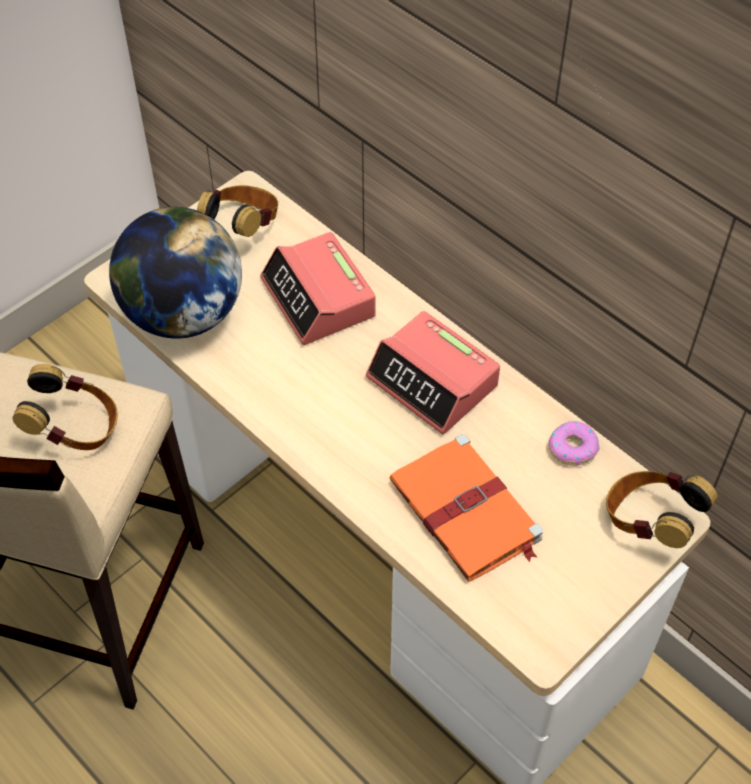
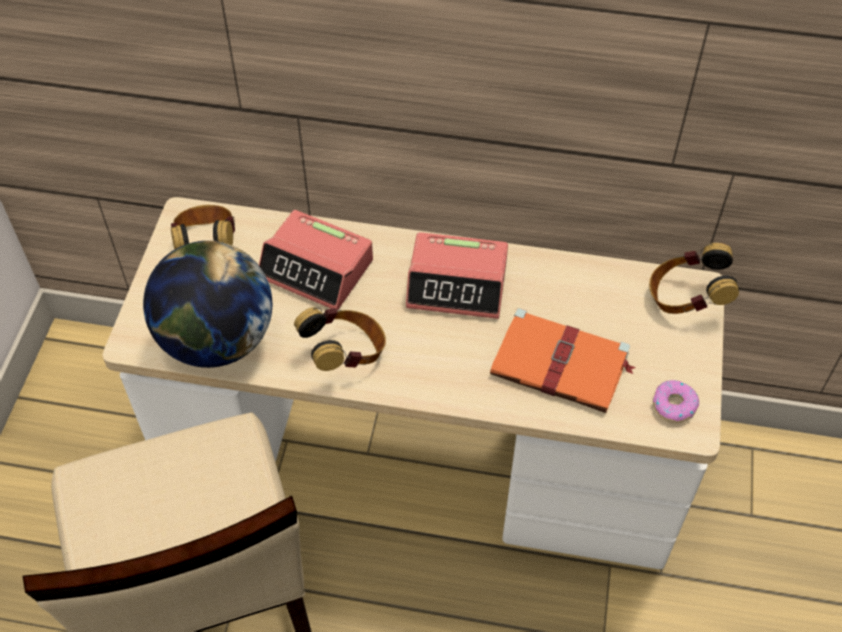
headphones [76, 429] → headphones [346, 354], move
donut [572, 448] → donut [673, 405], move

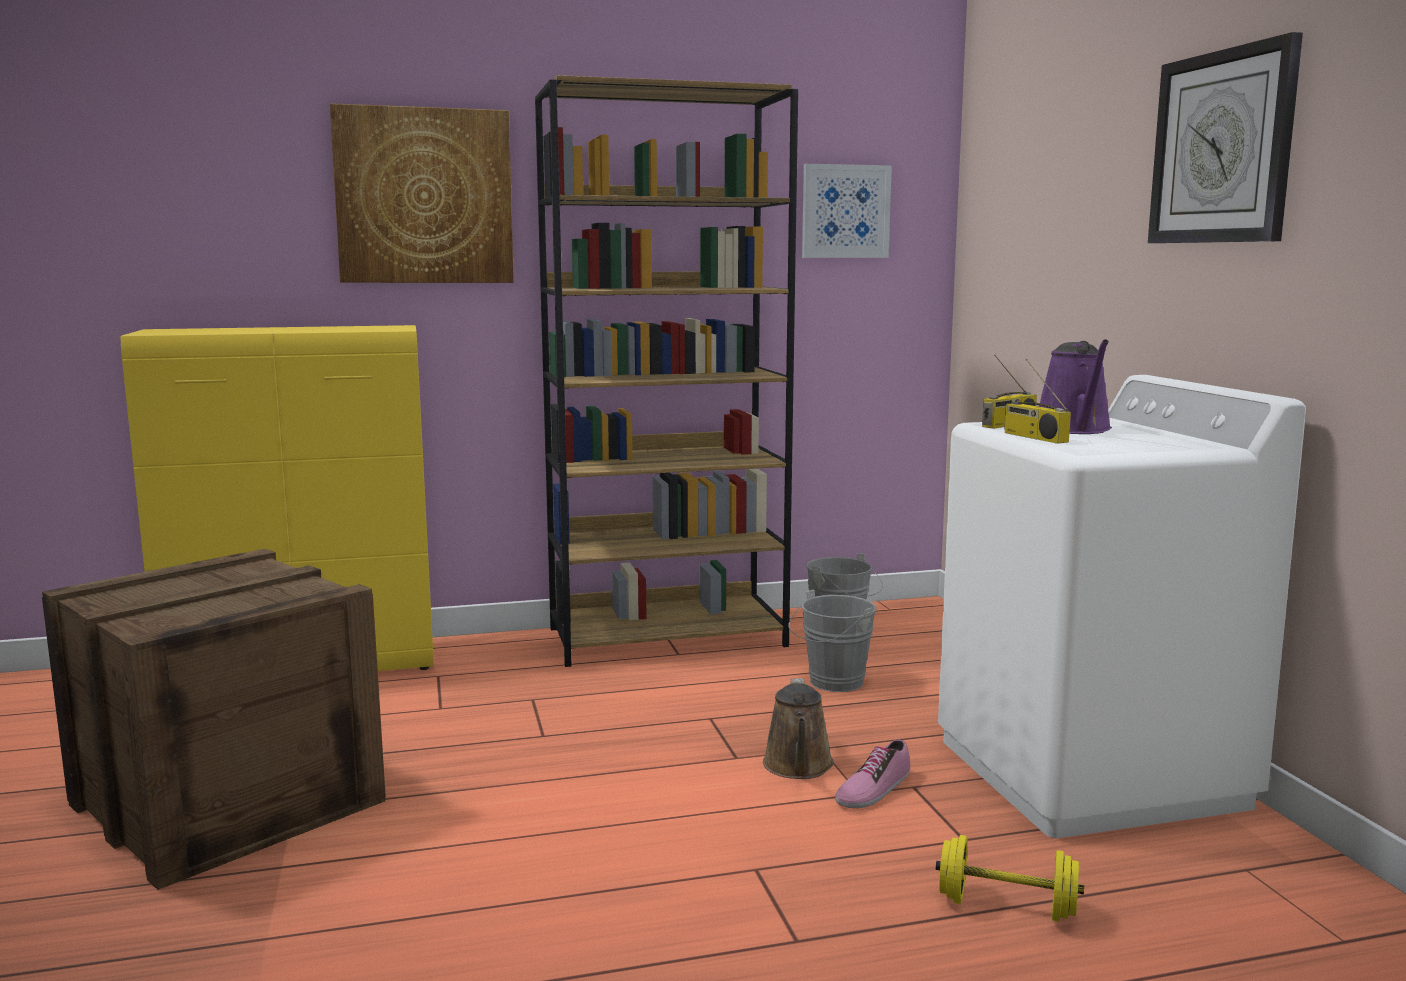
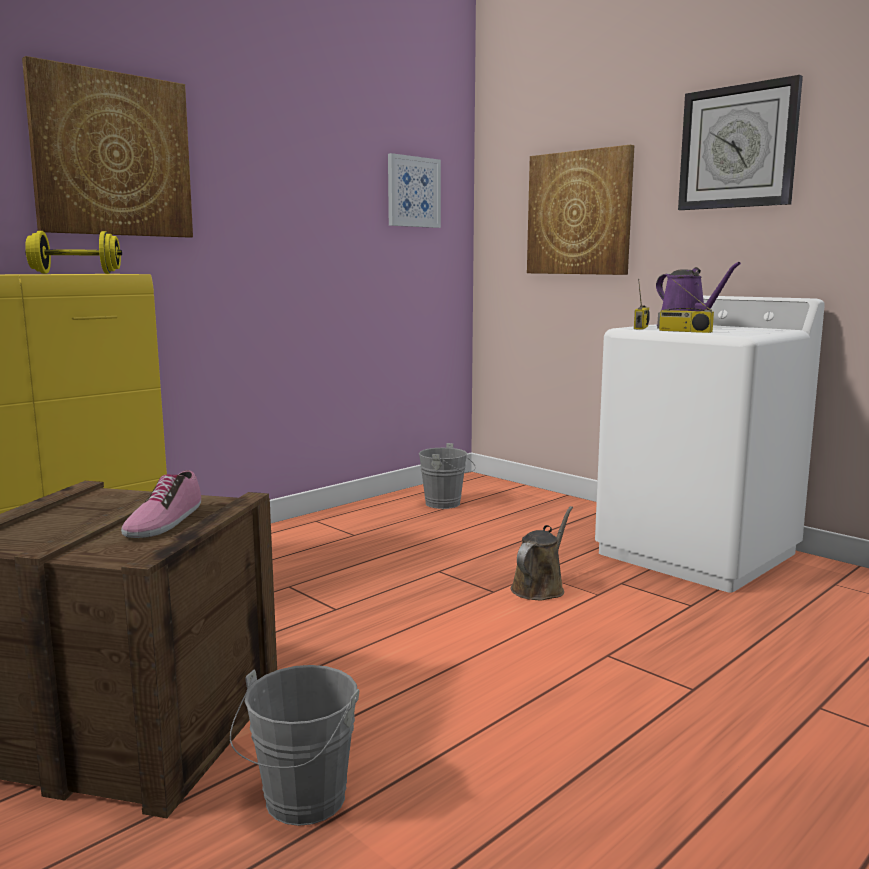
bookcase/brown [668, 637] → -
bucket/grey [832, 683] → bucket/grey [300, 805], move
watering can/brown [798, 767] → watering can/brown [540, 588], 120 degrees counterclockwise
shoe [873, 789] → shoe [164, 521], move
dumbbell/yellow [1006, 907] → dumbbell/yellow [76, 273], move
- → picture [579, 213]

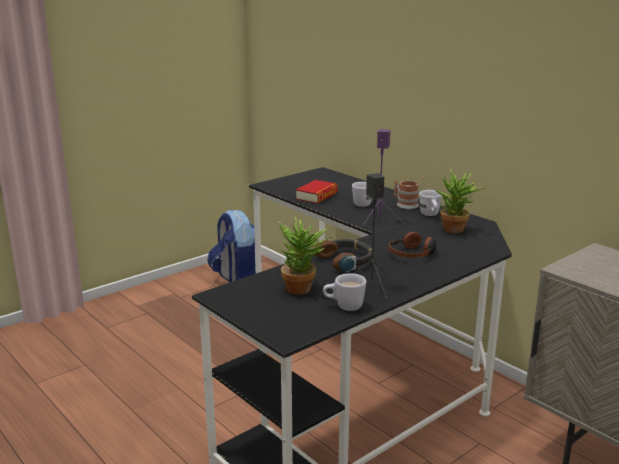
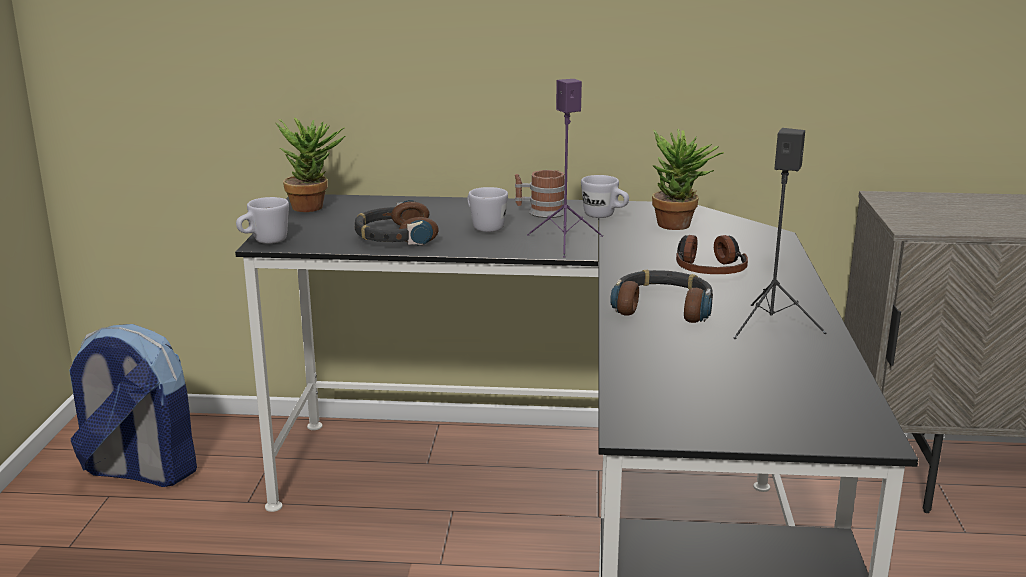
book [316, 196] → headphones [394, 236]
potted plant [303, 290] → potted plant [314, 206], move
mug/white [344, 306] → mug/white [264, 242], move

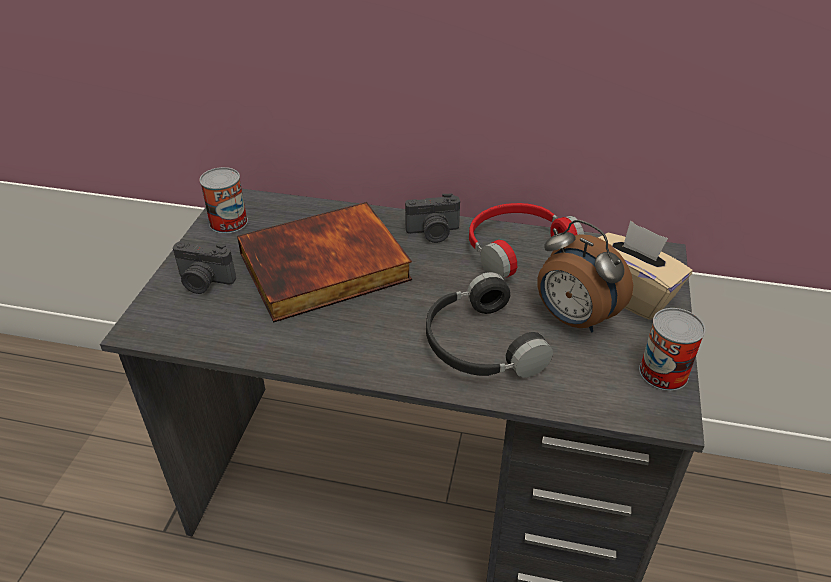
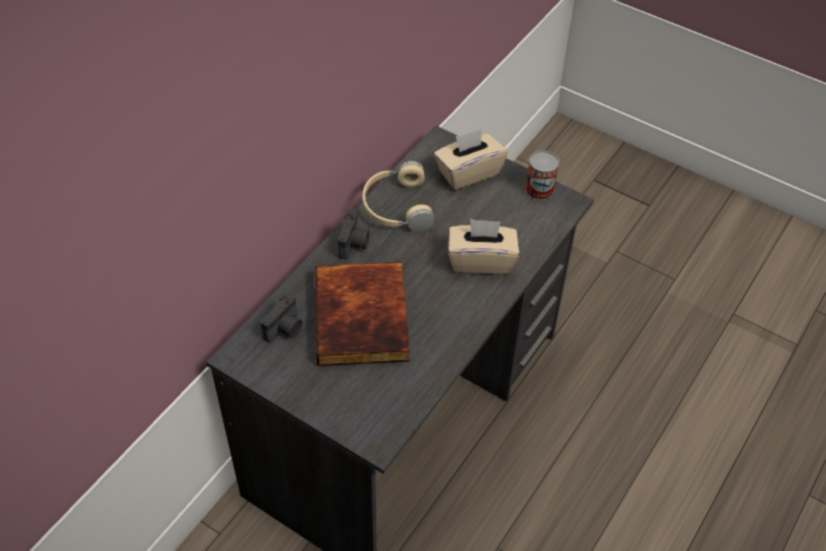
can [228, 222] → -
headphones/red [515, 247] → headphones/beige [395, 207]
alarm clock [573, 319] → -
photo camera [204, 282] → photo camera [285, 329], move
headphones/black [478, 345] → tissue box/beige [481, 261]

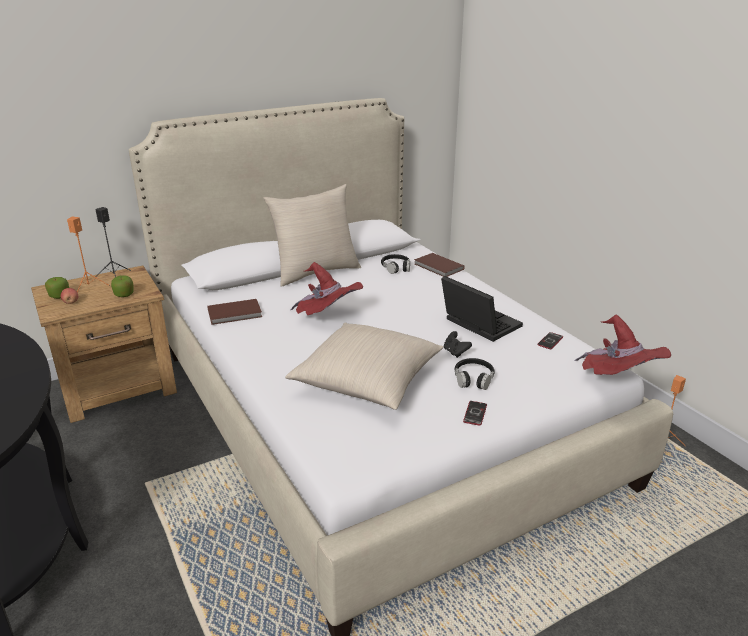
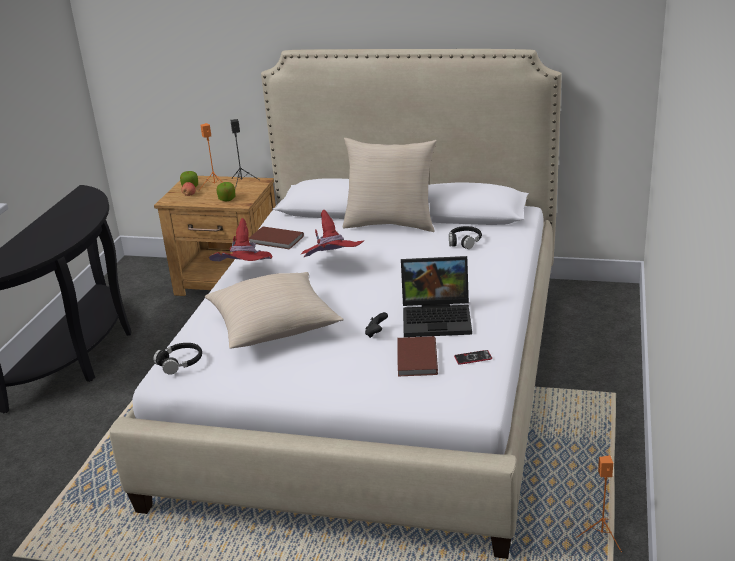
book/brown [438, 267] → book/brown [415, 359], move
laptop [477, 324] → laptop [438, 318], 90 degrees clockwise
hat/red [618, 381] → hat/red [246, 276], move
headphones/black [473, 379] → headphones/black [180, 363], move
phone [475, 413] → -

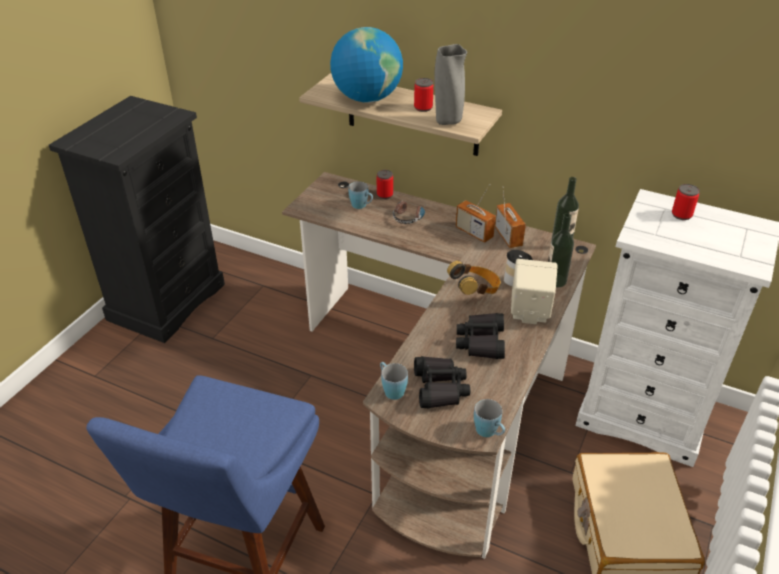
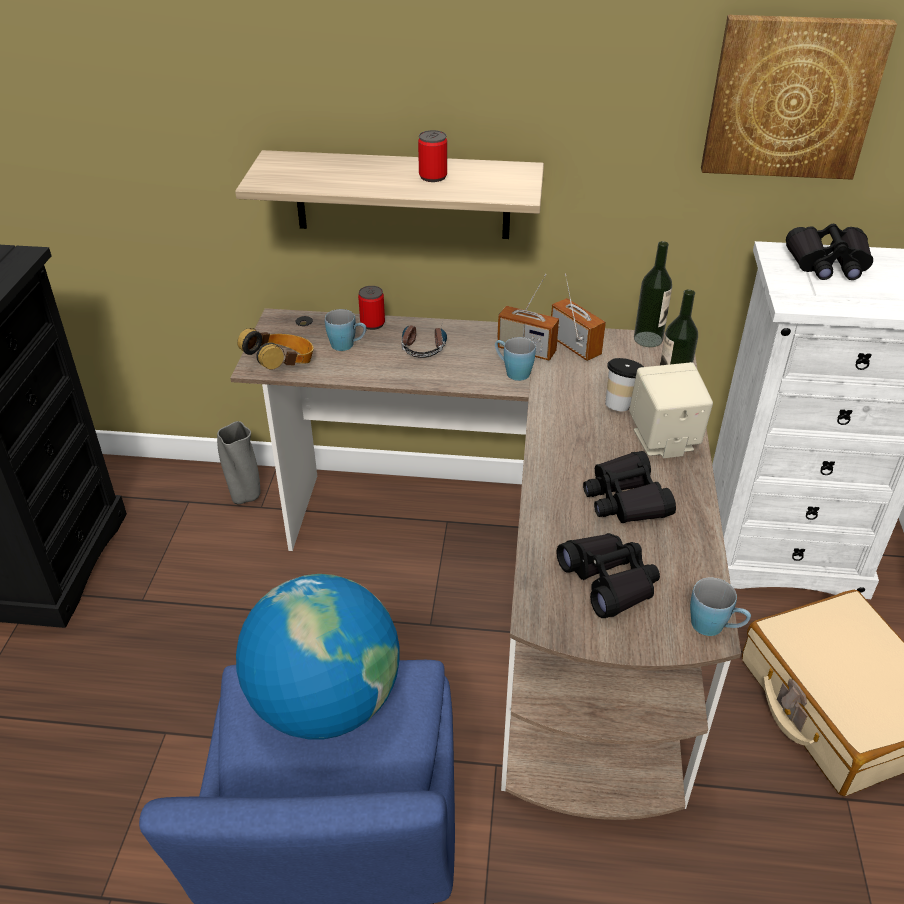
globe [366, 98] → globe [324, 703], move
vase/grey [447, 121] → vase/grey [245, 497], move
can [681, 215] → binoculars/black [828, 264]
headphones [475, 291] → headphones [282, 366], move
mug/blue [391, 389] → mug/blue [512, 372], move
- → picture [791, 97]

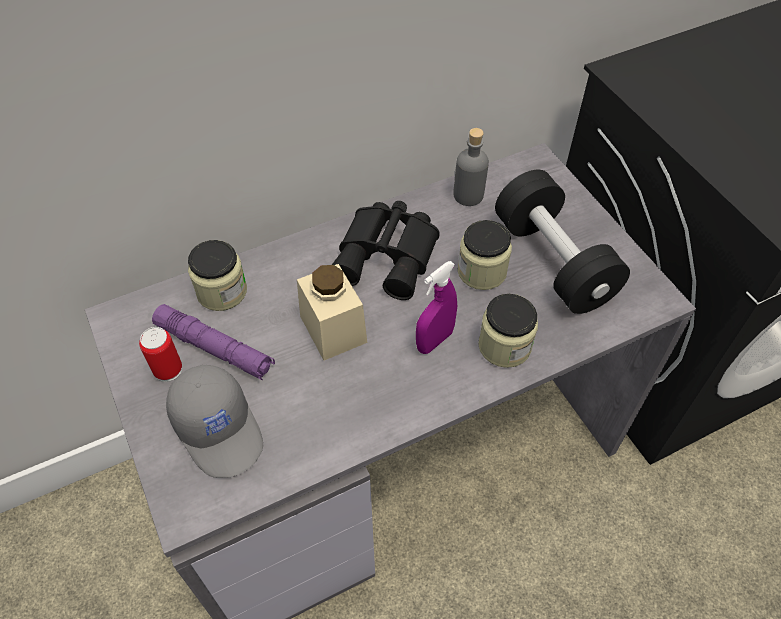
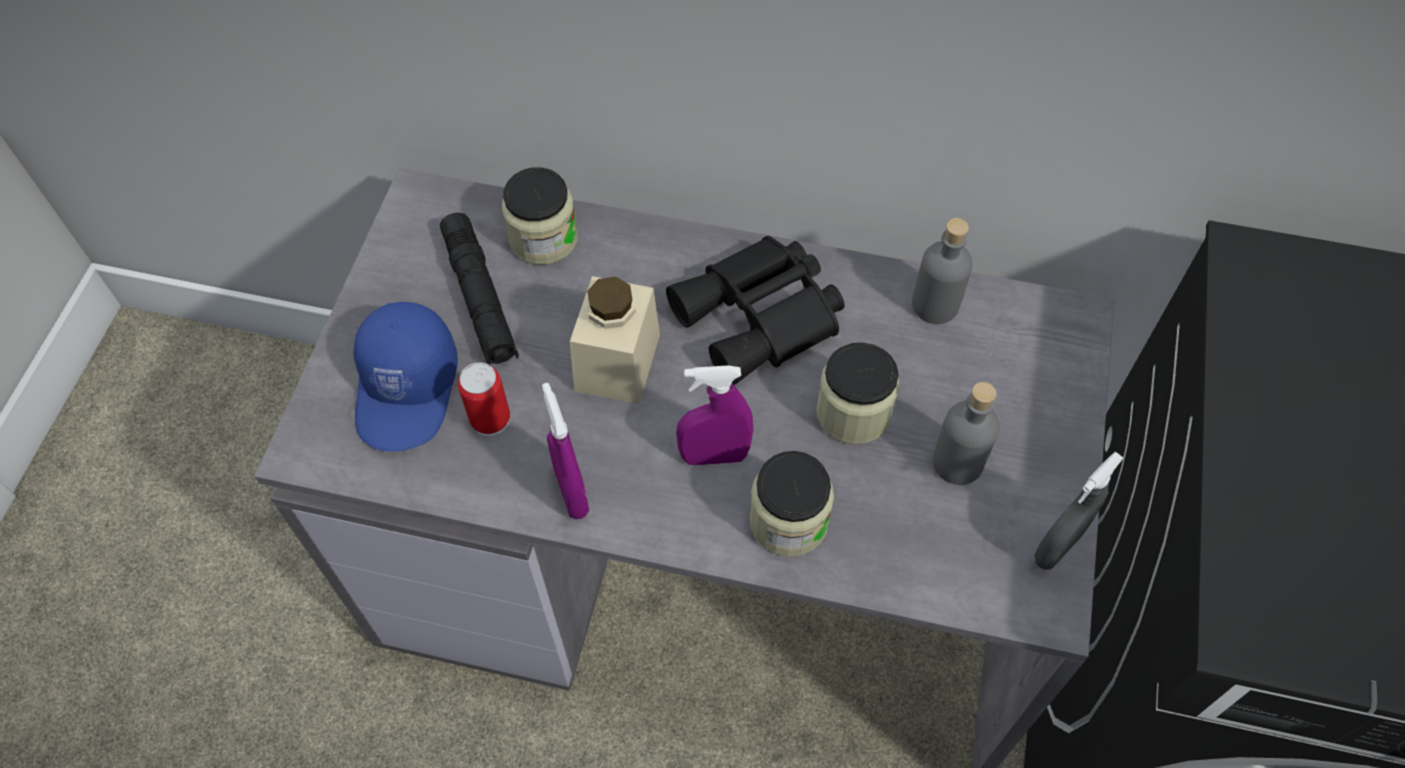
dumbbell/black [553, 261] → bottle/grey [957, 462]
flashlight/purple [214, 348] → flashlight/black [480, 298]
can [168, 369] → can [490, 419], move
cap/grey [220, 429] → cap/blue [408, 389]
- → spray bottle/purple [572, 492]
- → spray bottle/grey [1057, 546]

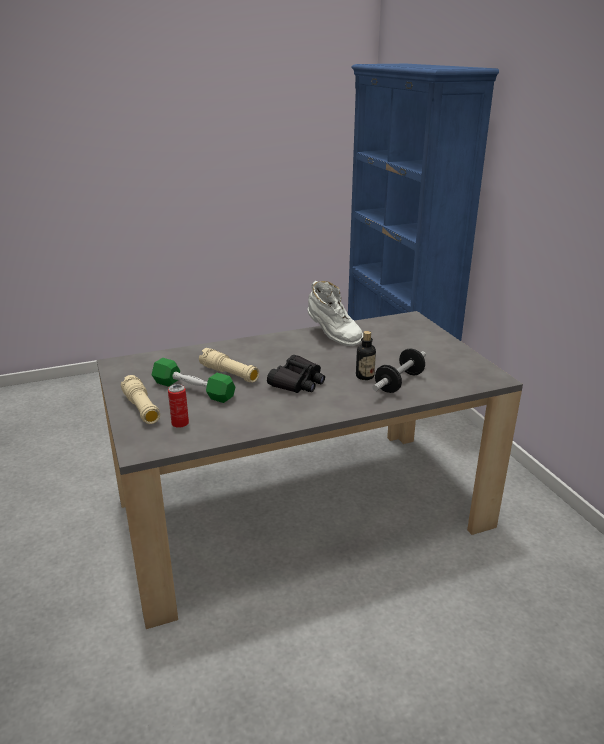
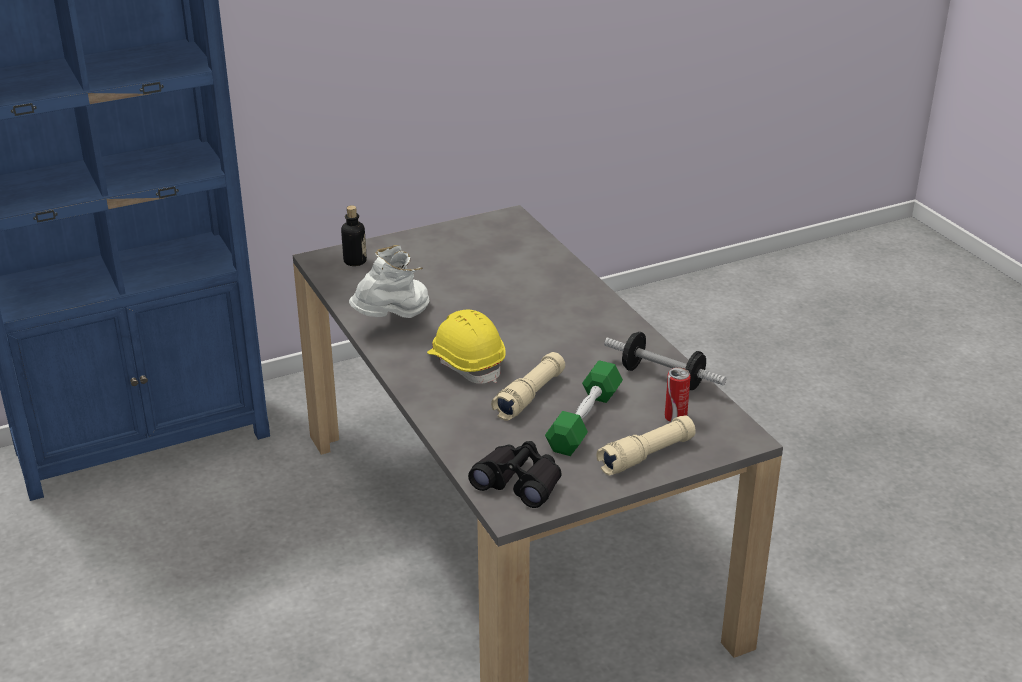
bottle [365, 376] → bottle [355, 261], move
dumbbell [399, 382] → dumbbell [662, 377], move
binoculars/black [297, 382] → binoculars/black [519, 483], move
- → hard hat/yellow [466, 363]

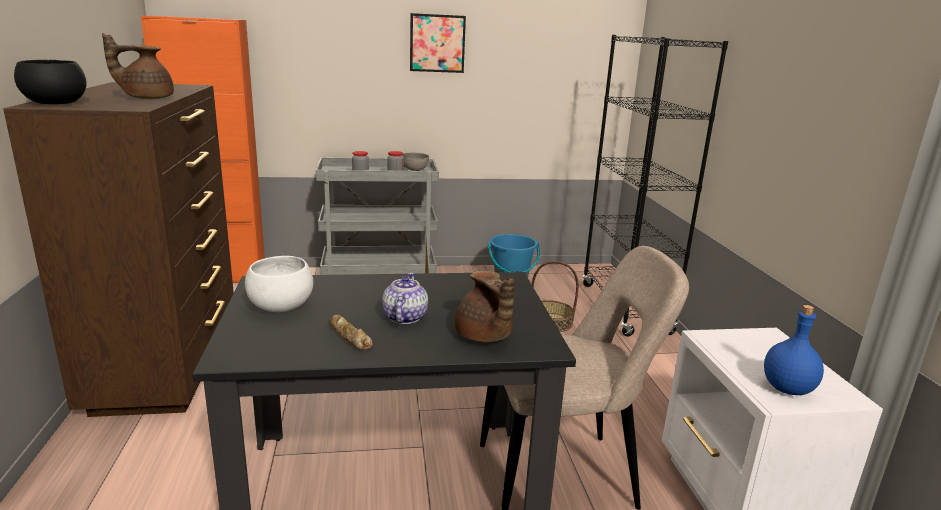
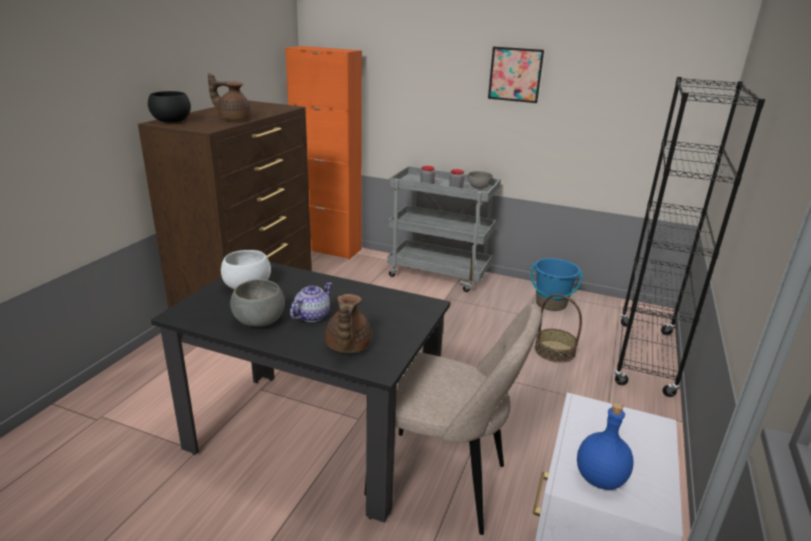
bread [349, 337] → bowl/grey [260, 320]

